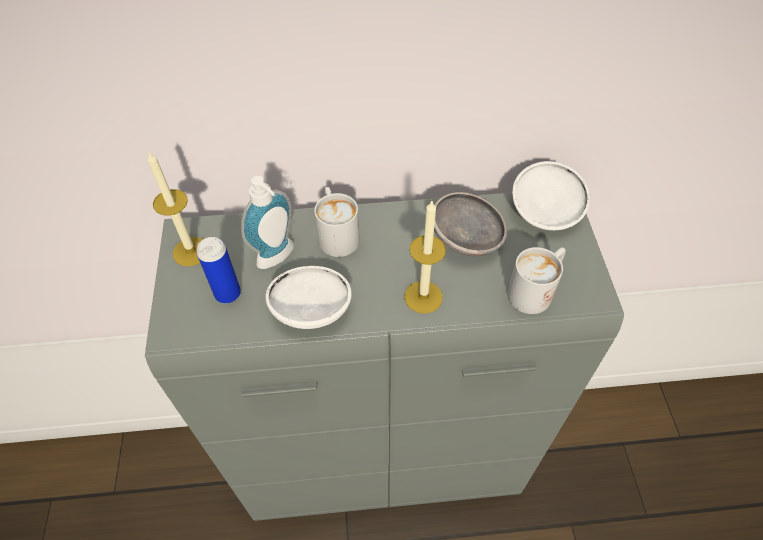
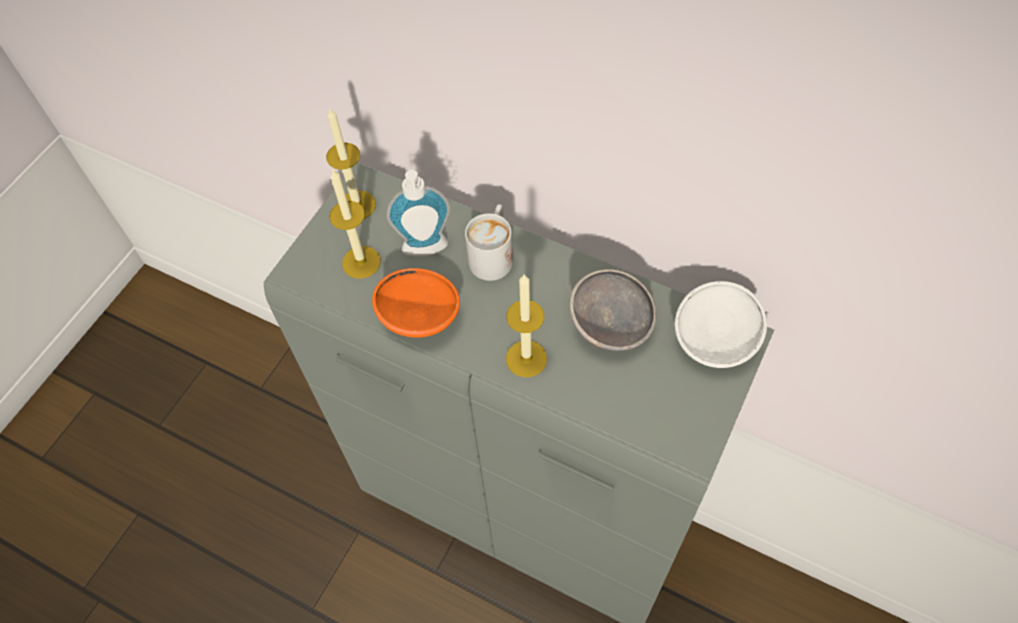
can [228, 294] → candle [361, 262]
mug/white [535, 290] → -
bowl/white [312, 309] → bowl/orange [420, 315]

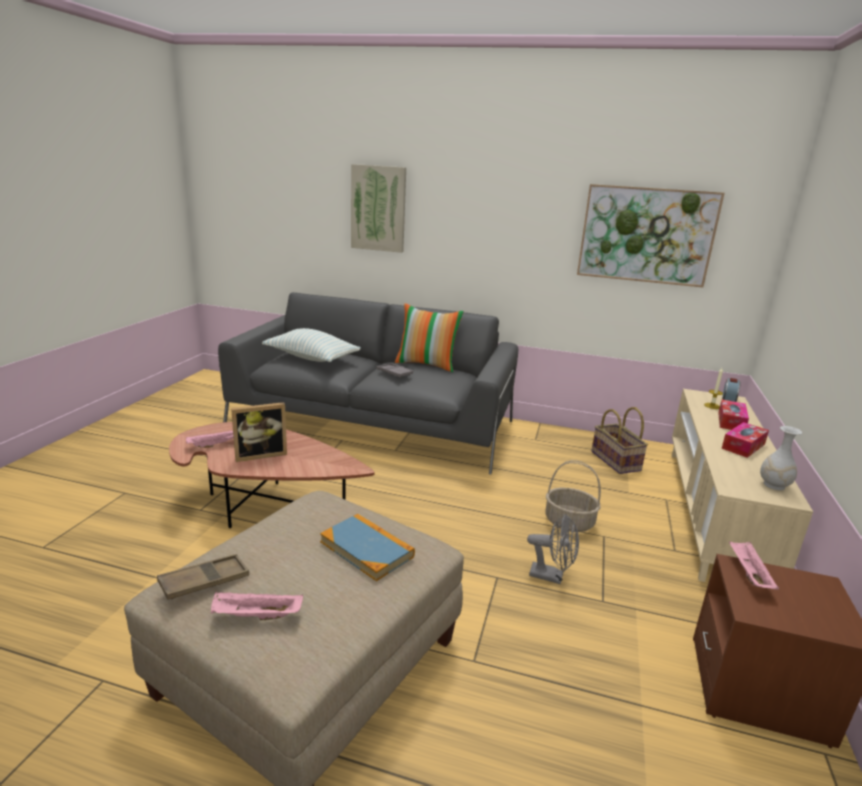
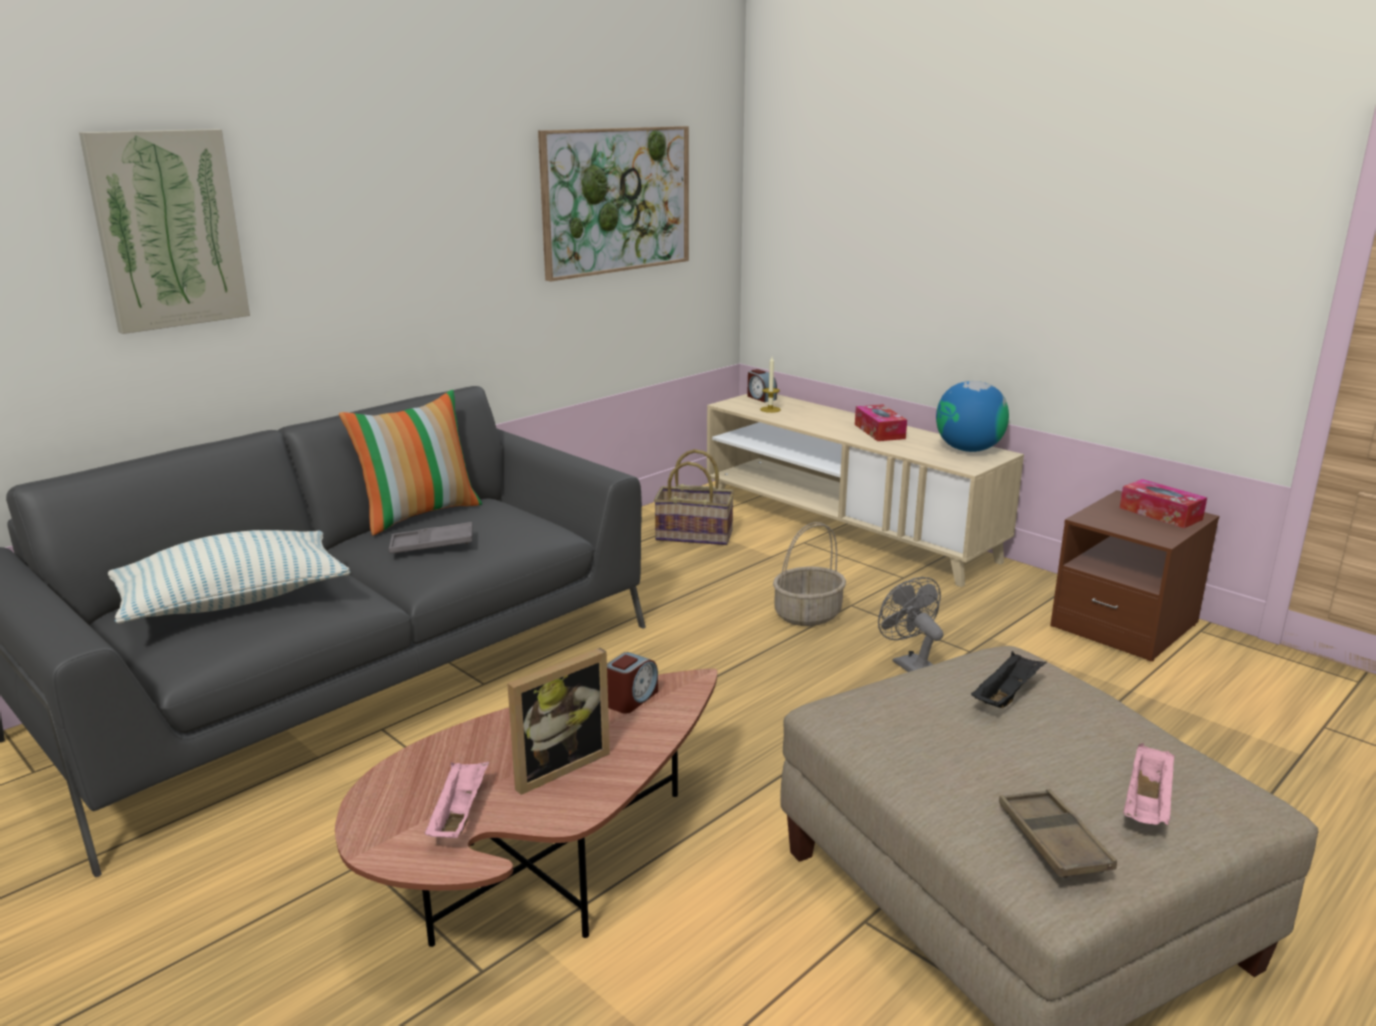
tissue box [731, 422] → tissue box [1160, 513], move
picture frame [260, 454] → picture frame [556, 765], 45 degrees clockwise
vase/white [773, 485] → globe [968, 449]
book [367, 549] → tray/black [1006, 695]
fan/grey [551, 576] → fan/grey [910, 665], 75 degrees counterclockwise
tray/pink [748, 573] → -
- → alarm clock [631, 699]

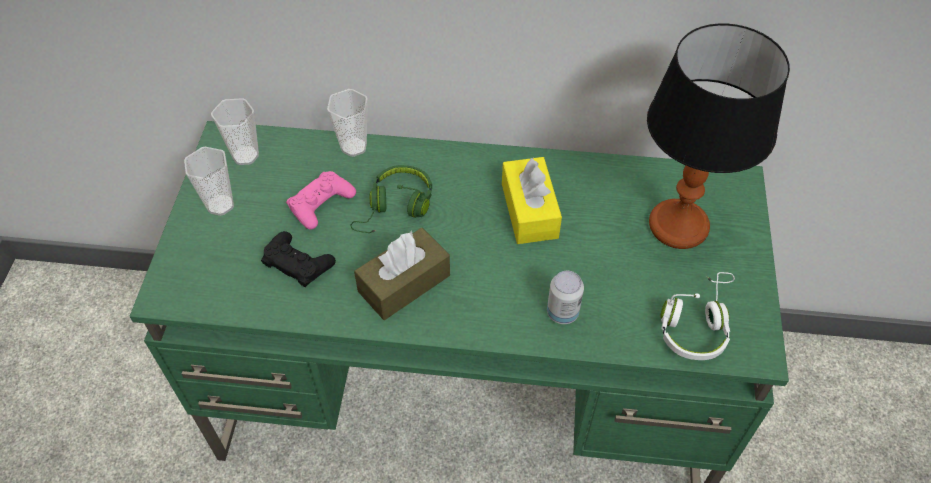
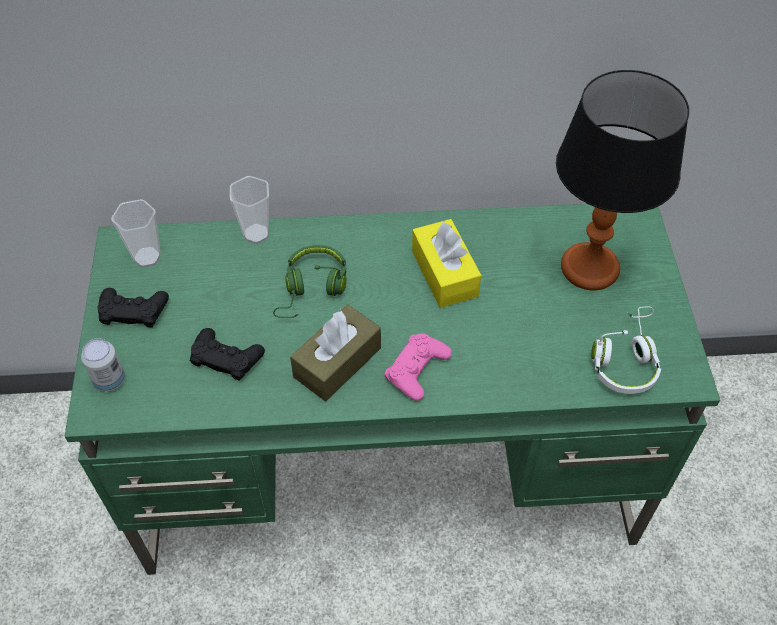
cup [220, 205] → game controller/black [133, 310]
game controller/pink [321, 203] → game controller/pink [417, 369], move
can [562, 312] → can [110, 380], move

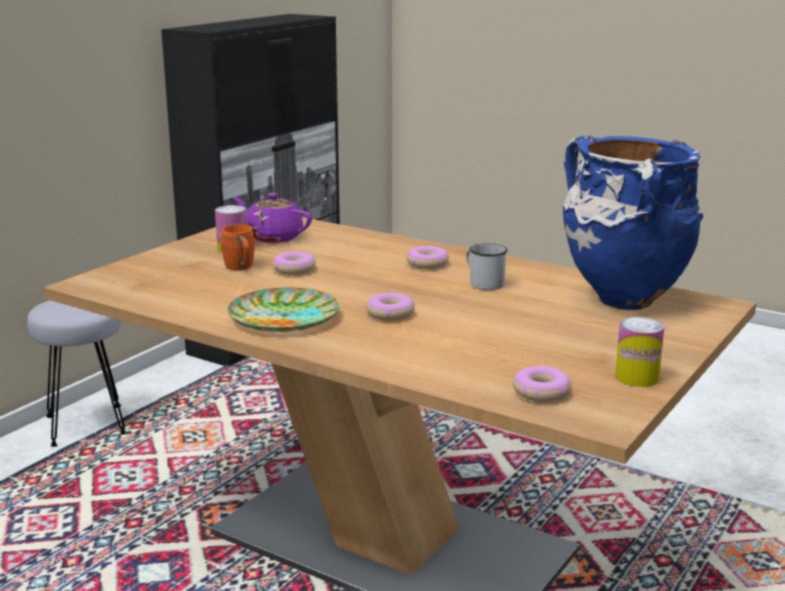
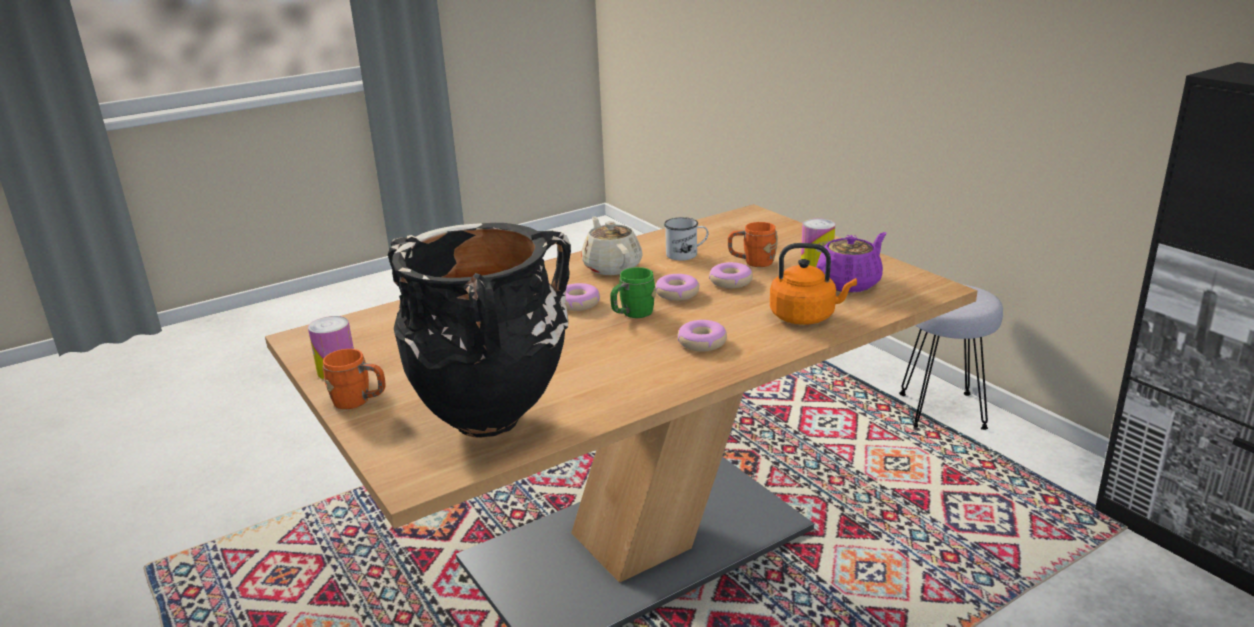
vase/blue [622, 300] → vase/black [494, 422]
mug/white [483, 283] → mug/white [686, 254], move
plate [284, 317] → teapot/beige [611, 267]
donut [541, 392] → donut [677, 293], move
- → kettle/orange [806, 317]
- → mug/green [632, 315]
- → mug/orange [359, 402]

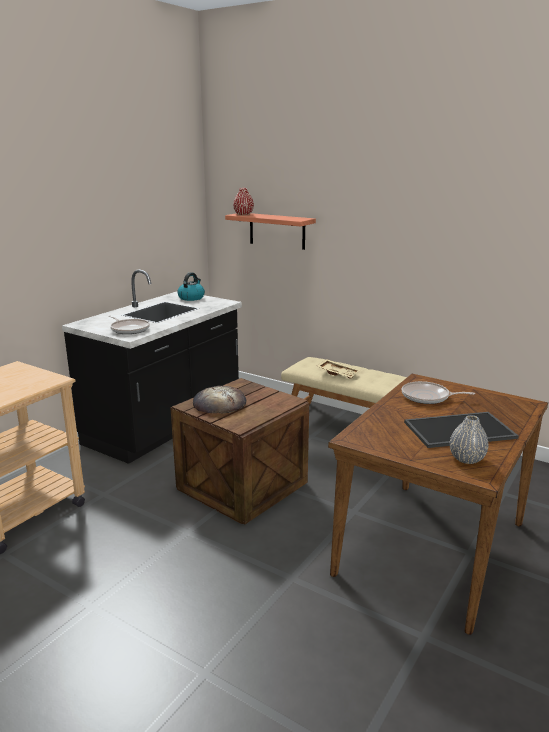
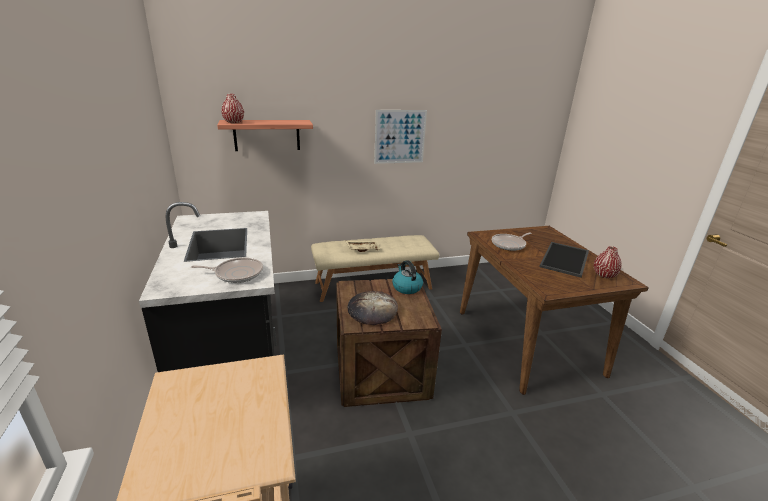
kettle [191, 298] → kettle [406, 287], move
vase/grey [466, 459] → vase/red [604, 275]
- → picture [400, 137]

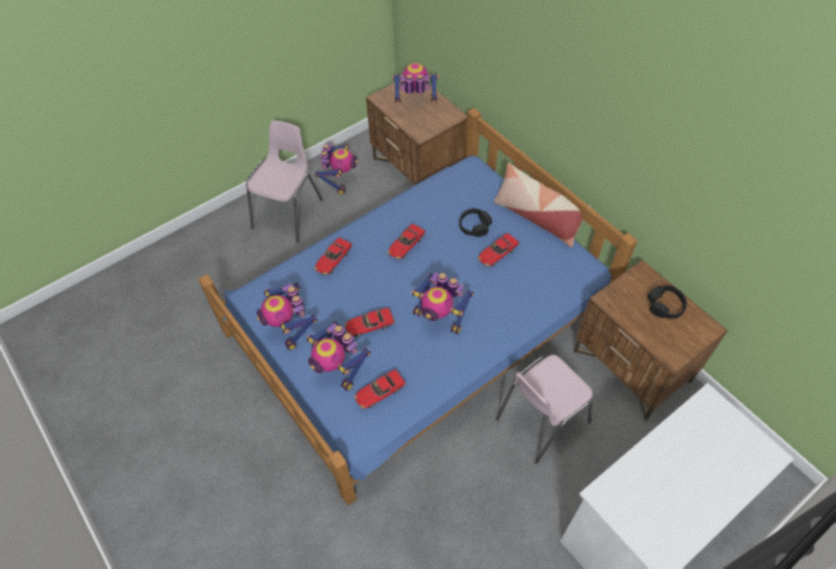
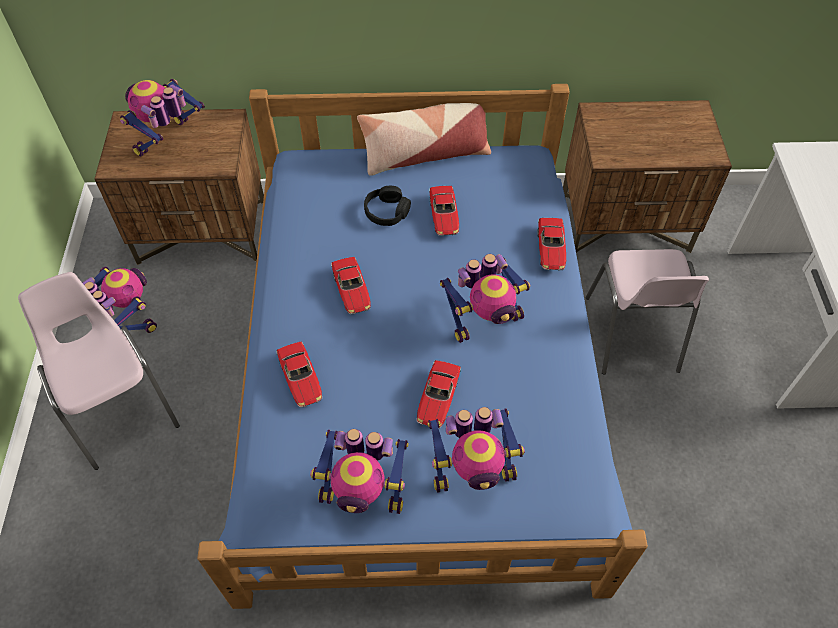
headphones/black [665, 306] → -
toy car [380, 392] → toy car [551, 249], move

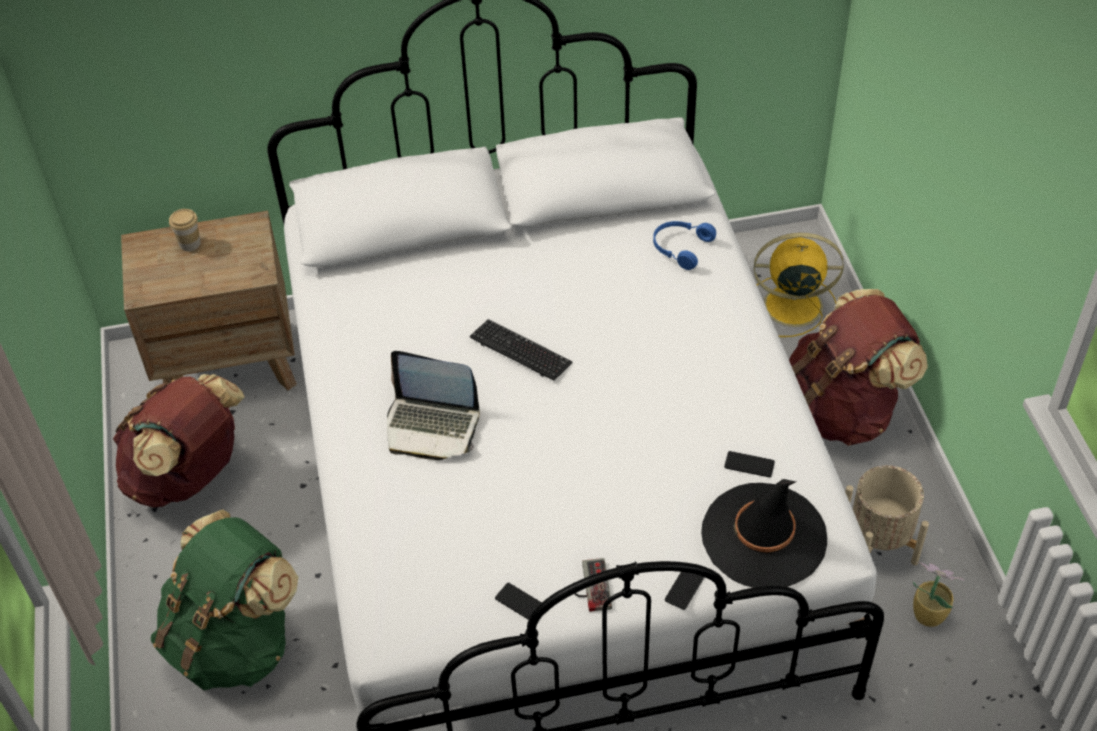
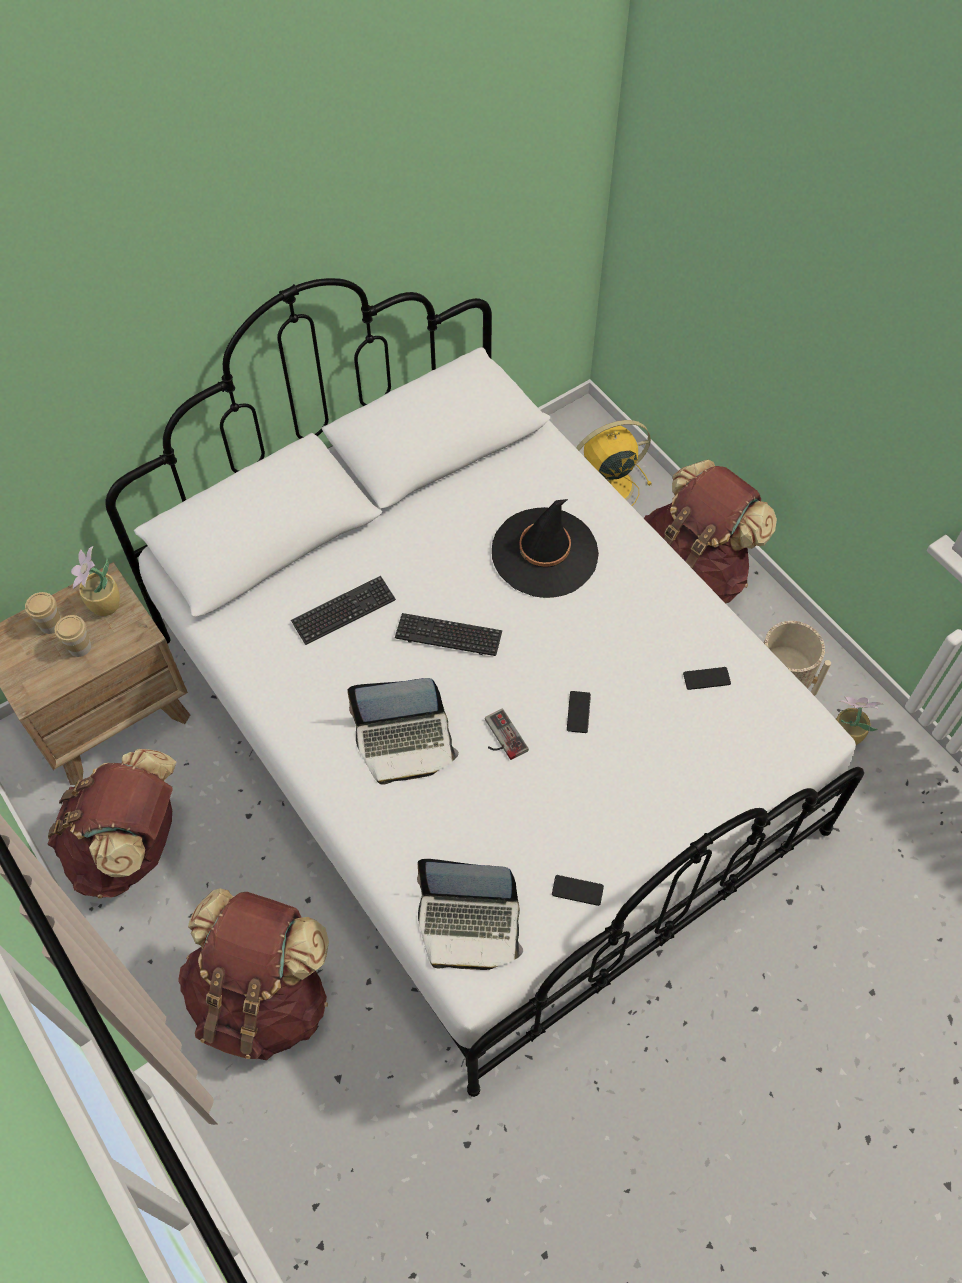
headphones/blue [680, 248] → -
hat/black [764, 536] → hat/black [545, 553], move
backpack/green [235, 642] → backpack/brown [263, 996]
game controller [589, 586] → game controller [500, 737], move
phone [685, 587] → phone [578, 712], move
- → potted plant [105, 606]
- → keyboard [343, 611]
- → cup [80, 647]
- → laptop [469, 925]

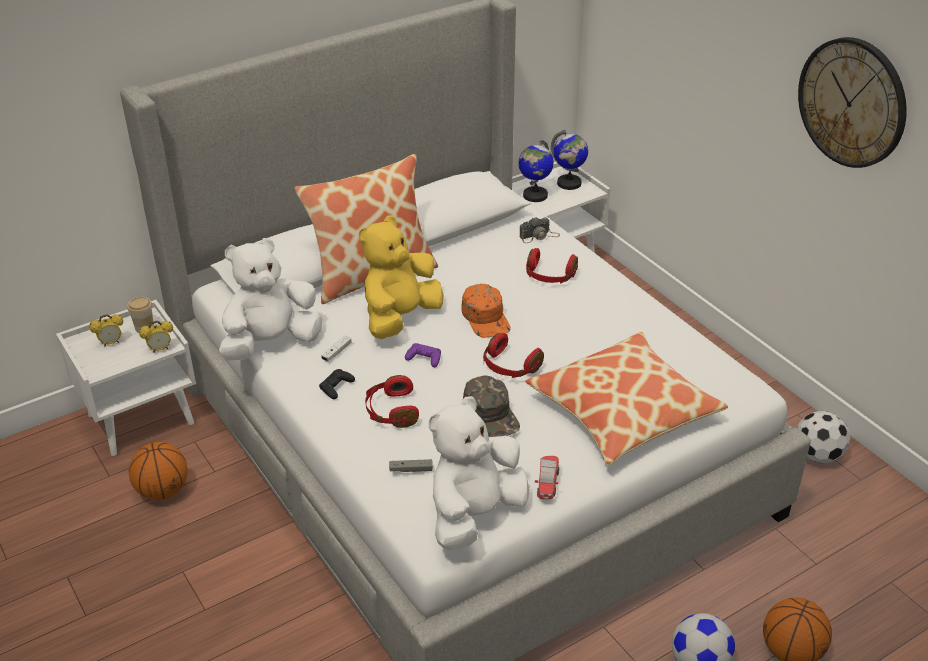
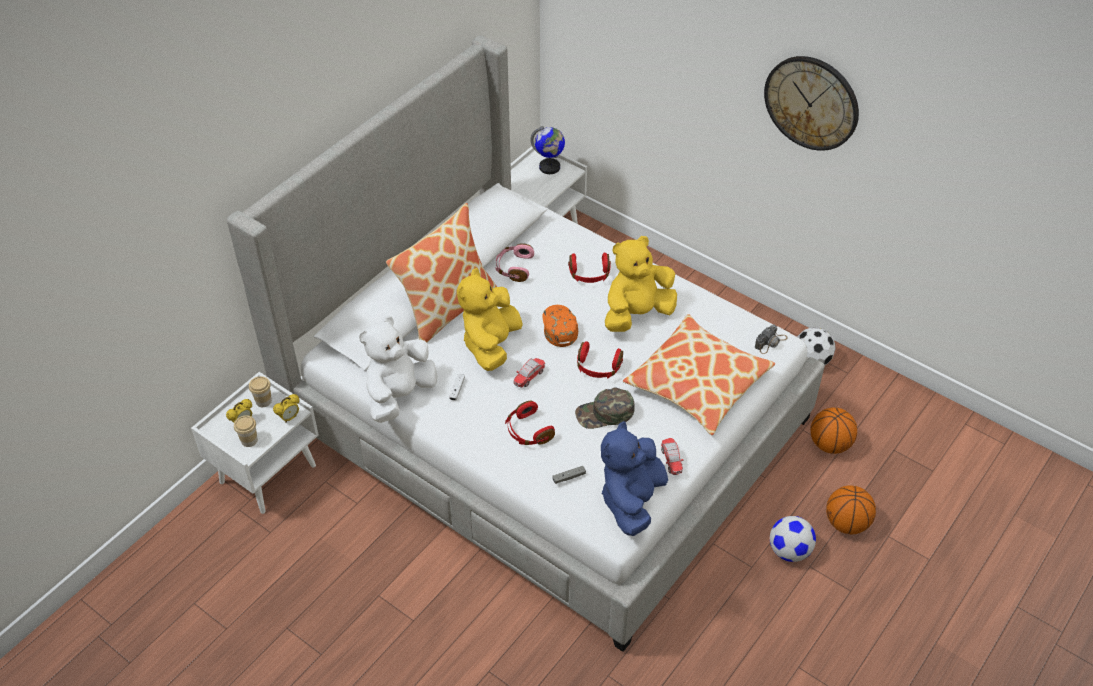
globe [535, 195] → -
photo camera [539, 236] → photo camera [770, 342], move
cap/orange [486, 318] → cap/orange [559, 327], 150 degrees counterclockwise
game controller/purple [424, 358] → toy car [529, 377]
game controller/black [336, 387] → -
cap/green [491, 414] → cap/green [605, 413], 120 degrees clockwise
plush toy/white [474, 515] → plush toy/blue [631, 500]
basketball [163, 491] → basketball [829, 444], move
- → plush toy/yellow [637, 314]
- → headphones/pink [514, 268]
- → cup [249, 440]

